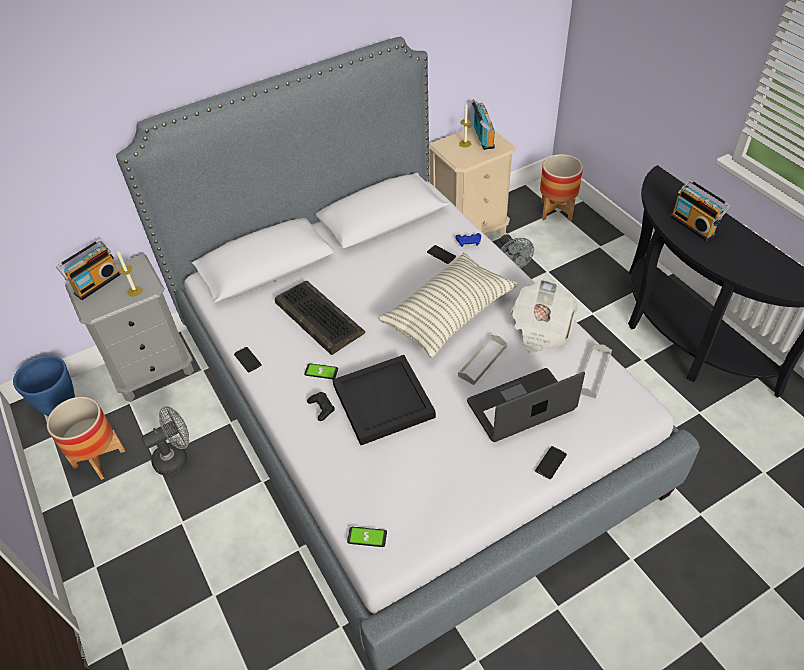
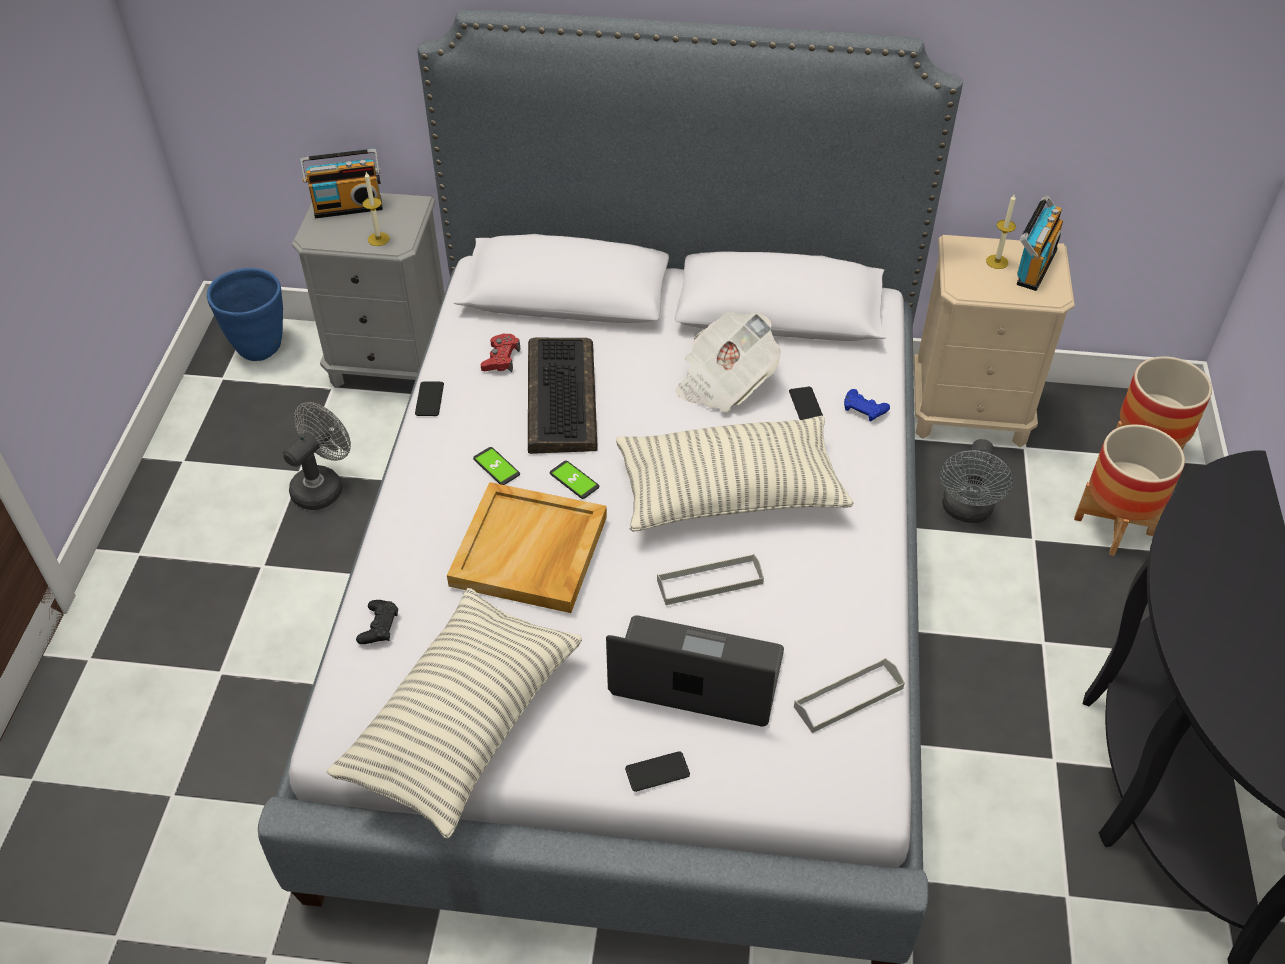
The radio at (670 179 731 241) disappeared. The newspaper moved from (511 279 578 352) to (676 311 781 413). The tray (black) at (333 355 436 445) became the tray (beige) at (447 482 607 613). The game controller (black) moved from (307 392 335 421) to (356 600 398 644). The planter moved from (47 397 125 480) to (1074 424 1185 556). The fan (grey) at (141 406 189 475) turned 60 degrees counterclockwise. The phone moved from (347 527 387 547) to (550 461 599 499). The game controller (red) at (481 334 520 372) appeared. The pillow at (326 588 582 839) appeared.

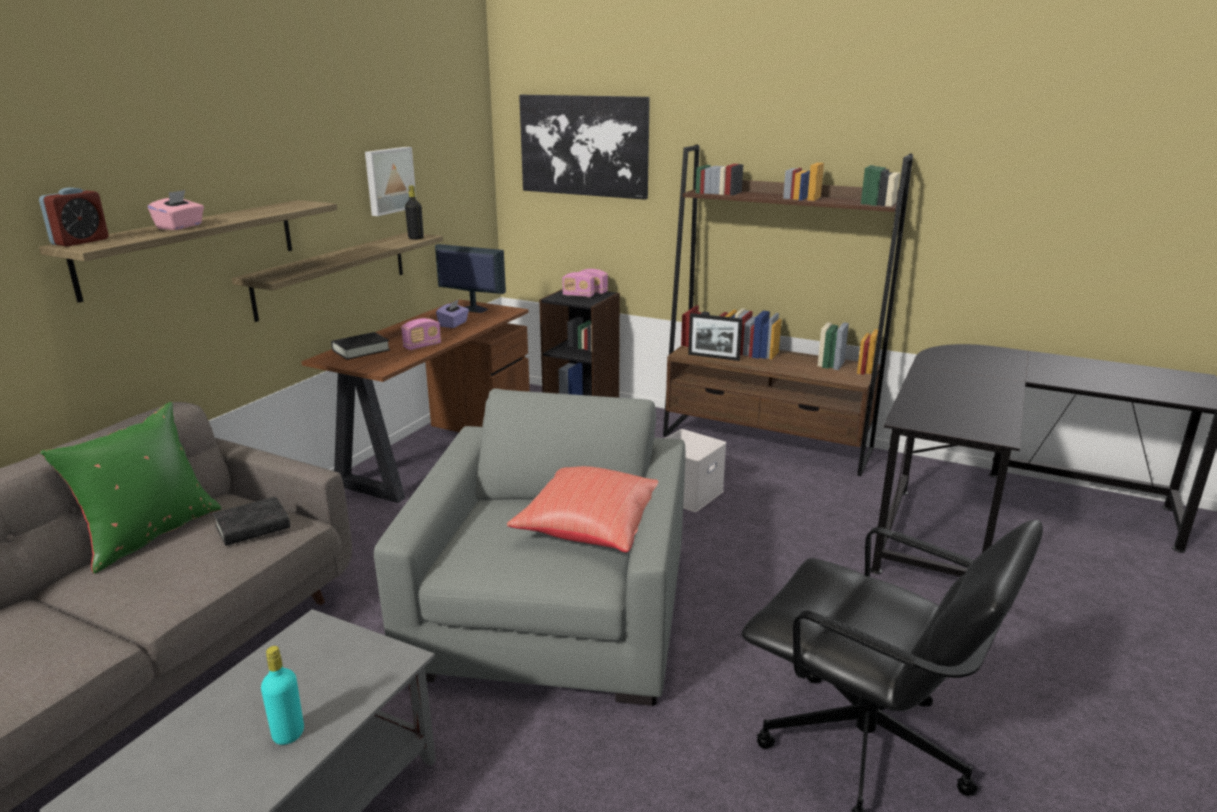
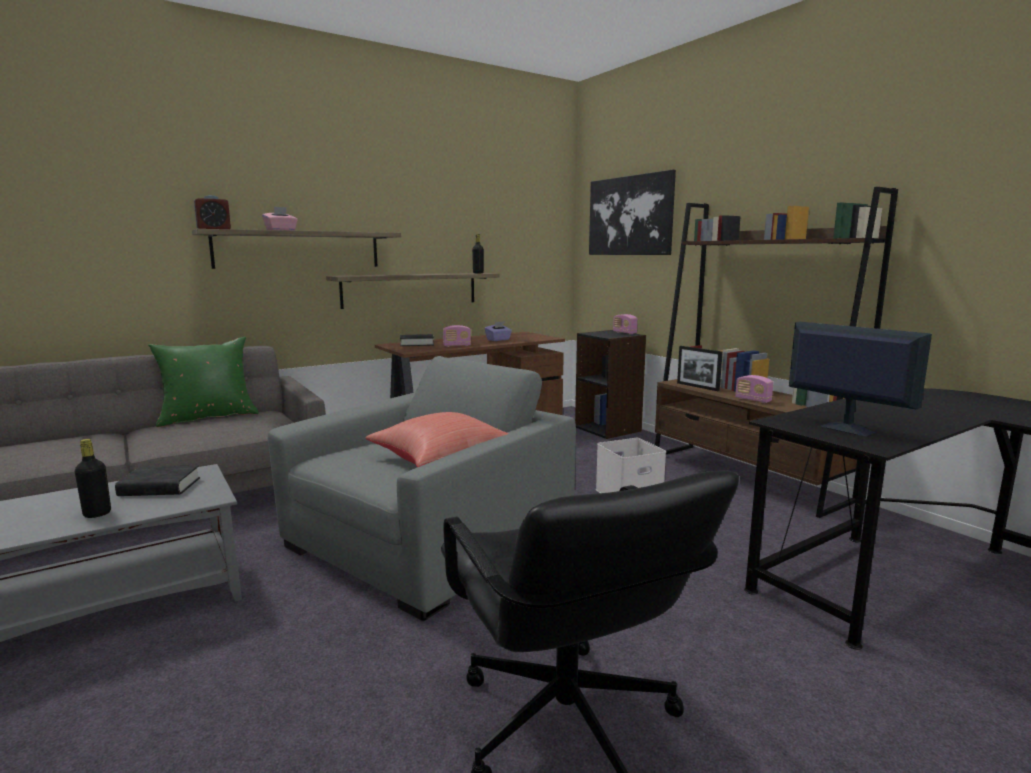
The picture at (365 147 416 216) disappeared. The monitor moved from (435 244 506 313) to (789 322 932 436). The radio moved from (562 272 595 297) to (735 375 773 403). The book (black) moved from (213 496 290 546) to (115 465 200 496). The bottle (turquoise) at (261 646 304 745) became the bottle (black) at (75 439 111 518).

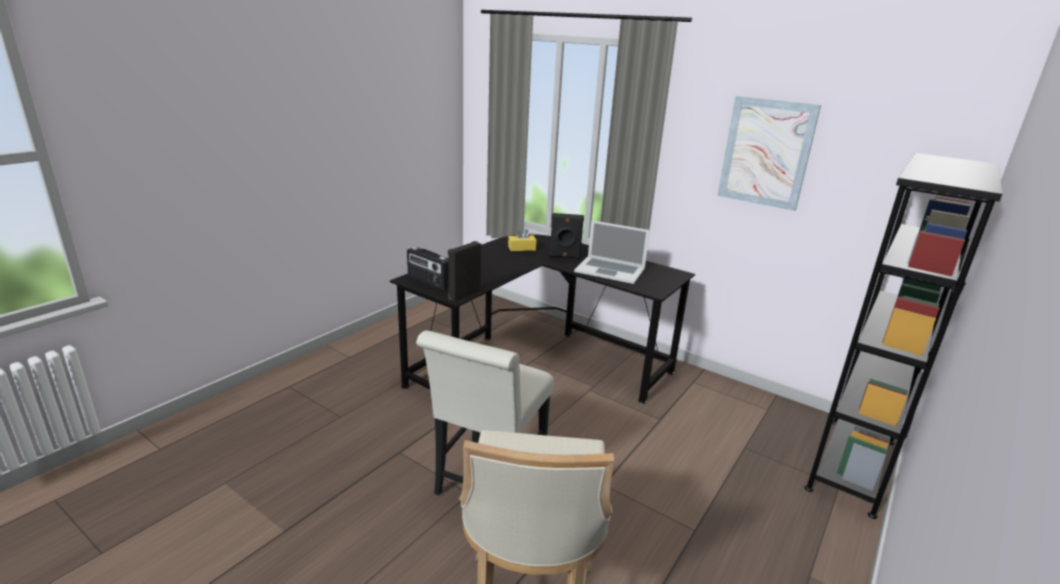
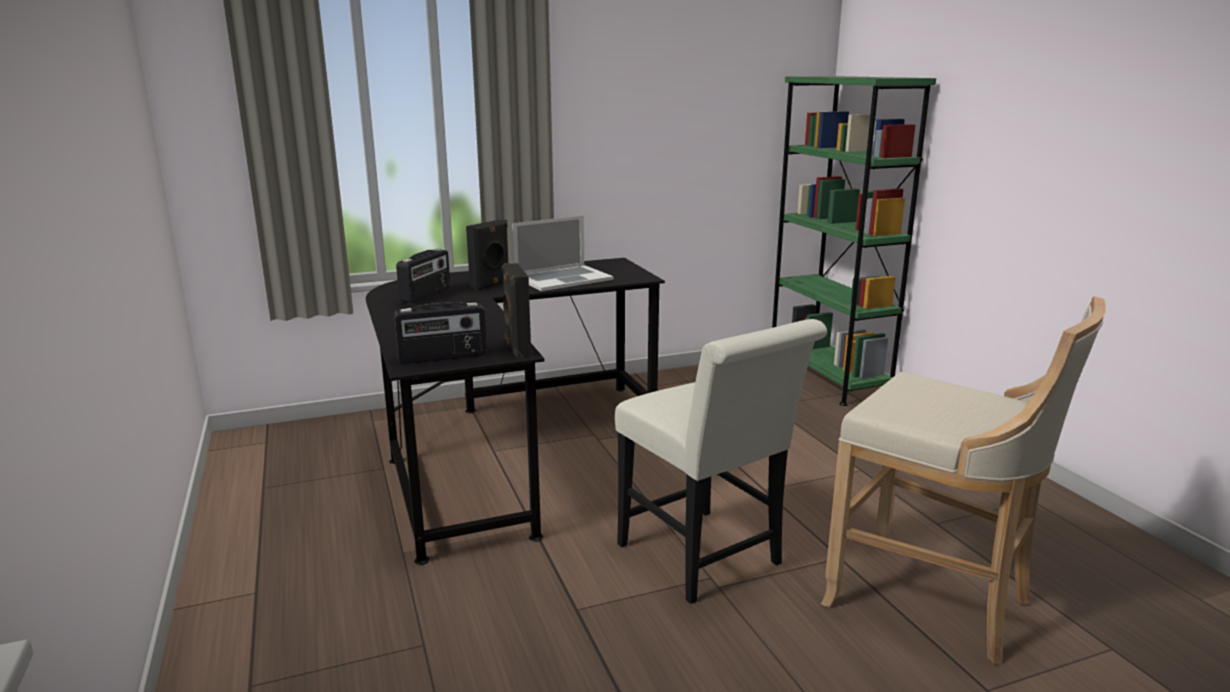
The picture at (718 96 821 211) disappeared. The bookcase (black) at (804 153 1002 519) became the bookcase (green) at (772 76 936 406). The tissue box (yellow) at (508 228 536 251) was replaced by the radio at (396 249 450 304).

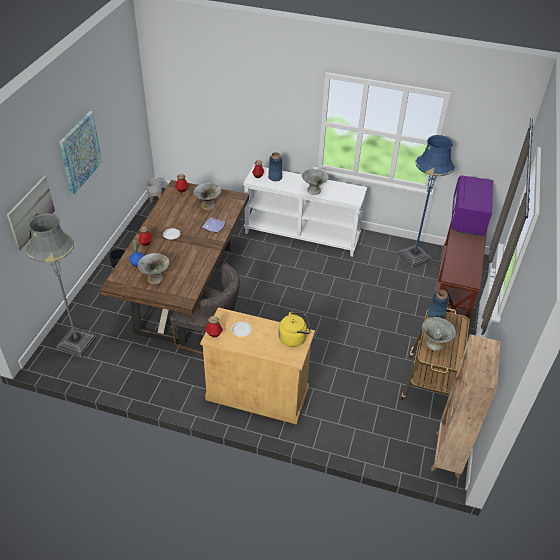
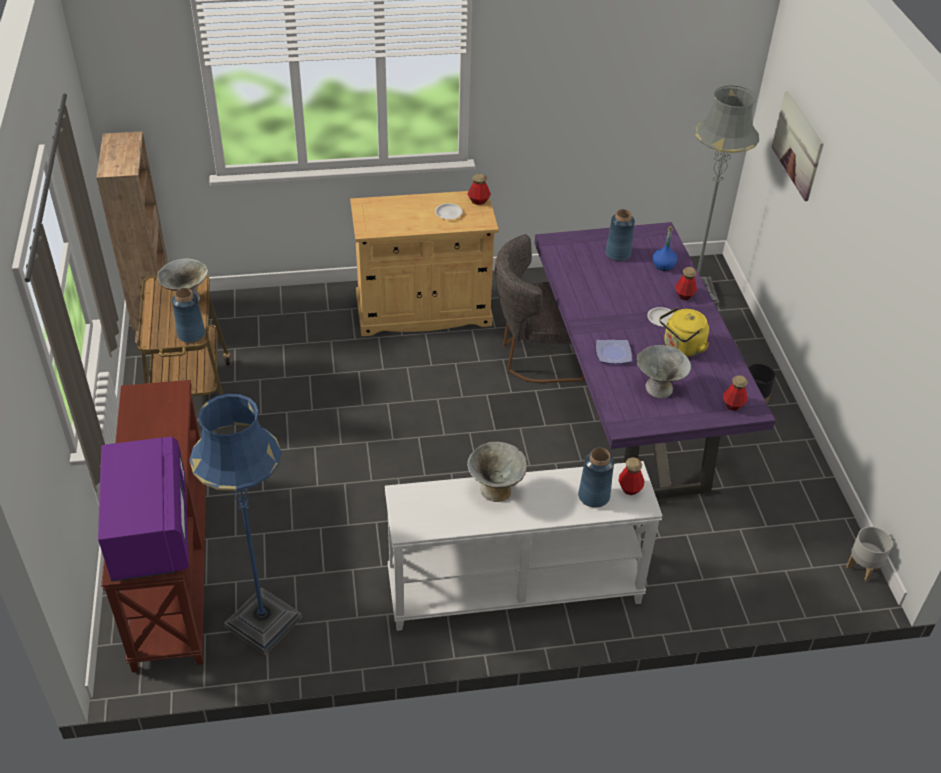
The picture at (59 111 102 194) disappeared. The dining table (brown) at (100 180 249 345) became the dining table (purple) at (535 222 776 499). The bowl (grey) at (138 253 169 284) was replaced by the vase (blue) at (606 209 635 261). The kettle (yellow) moved from (278 312 311 347) to (659 307 710 357).

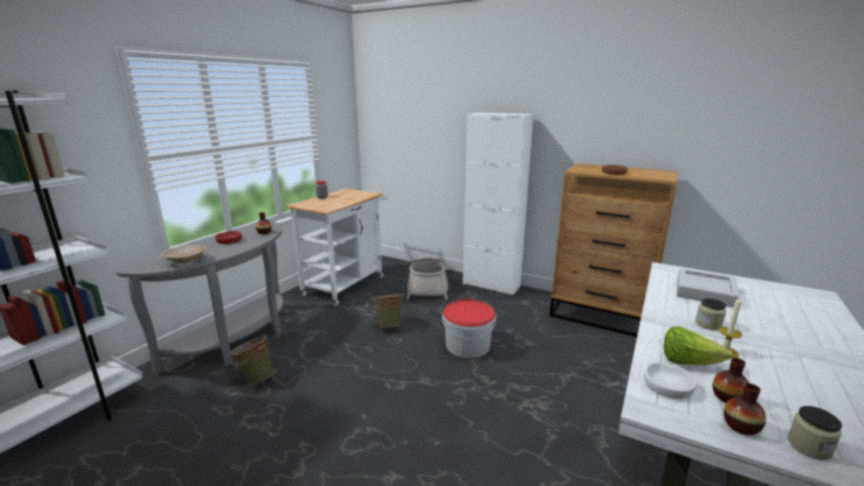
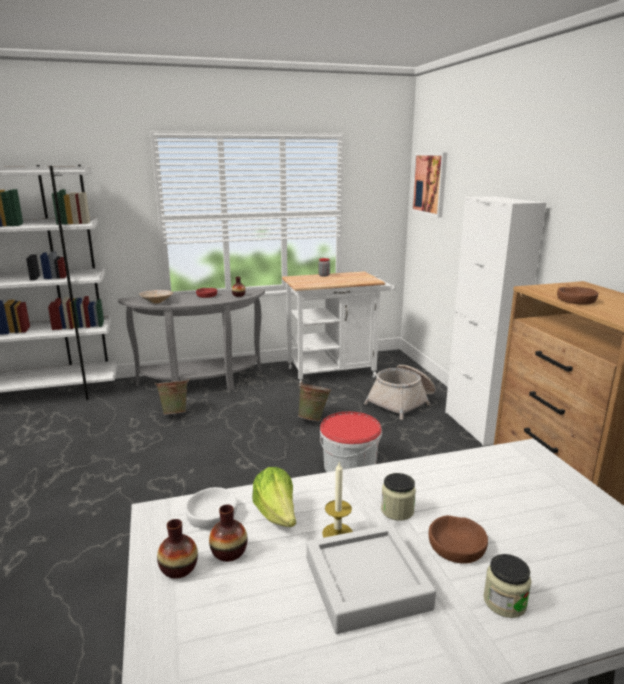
The tray (grey) moved from (677 268 740 308) to (307 524 436 634). The jar moved from (788 406 842 460) to (483 554 532 618). The picture at (411 153 447 217) appeared. The bowl (brown) at (429 515 488 564) appeared.

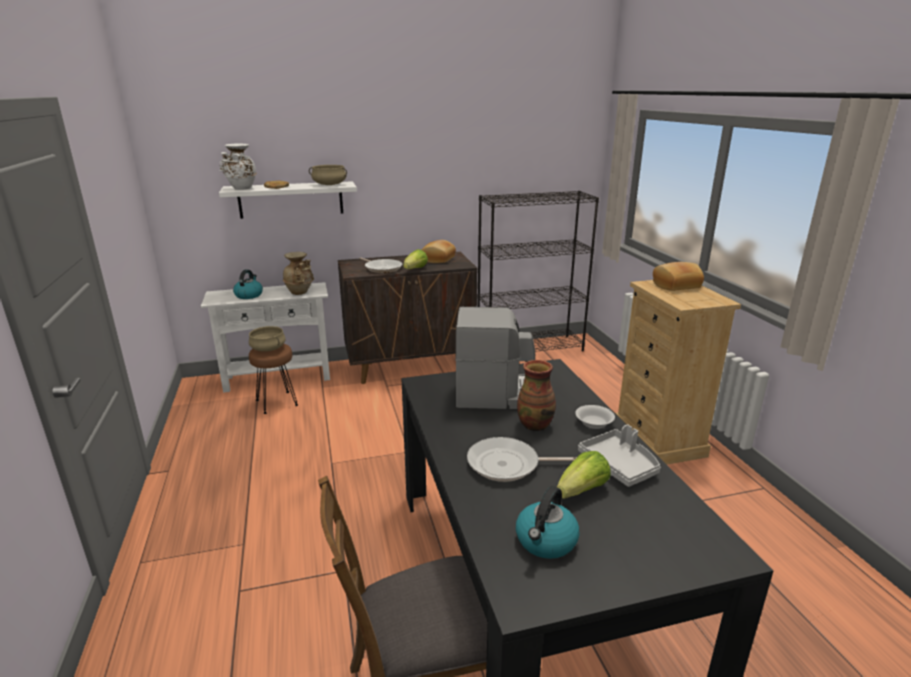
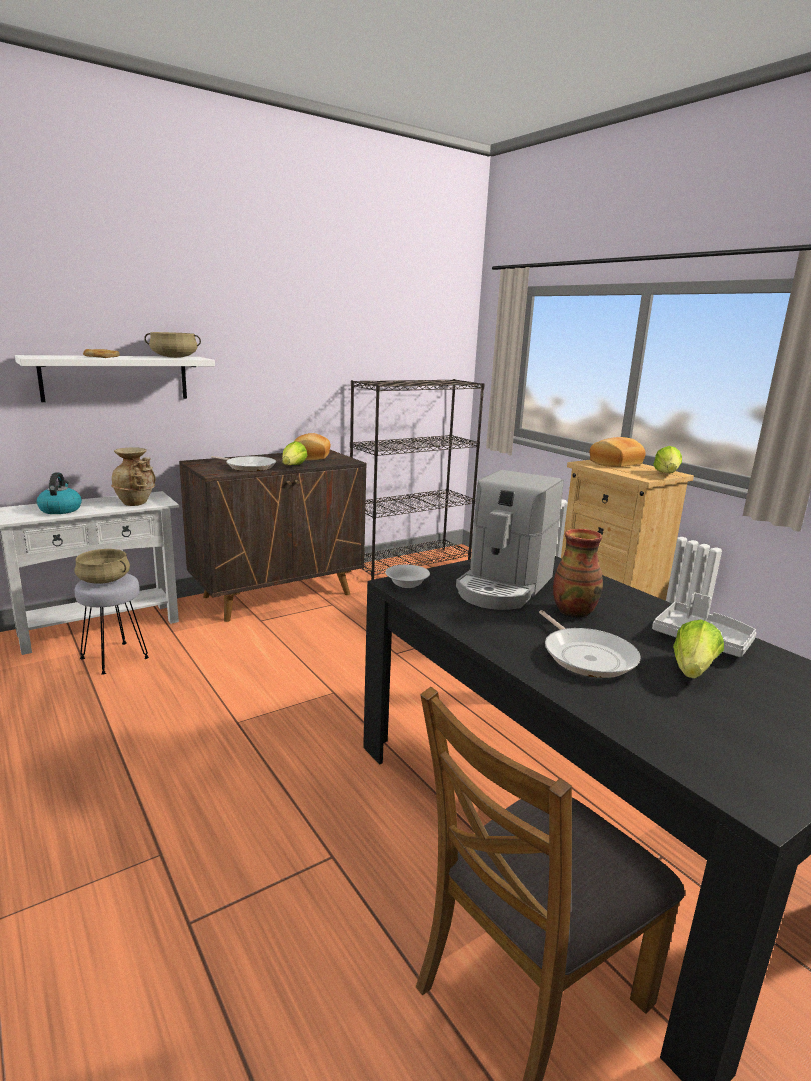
The vase (white) at (219 144 257 190) disappeared. The coffee machine at (455 307 535 409) turned 135 degrees clockwise. The stool (brown) at (249 344 298 414) became the stool (grey) at (75 574 149 675). The bowl (white) moved from (575 405 615 429) to (385 565 430 588). The frying pan at (467 437 577 482) turned 90 degrees counterclockwise. The kettle at (516 486 580 559) disappeared. The lettuce at (653 446 682 473) appeared.

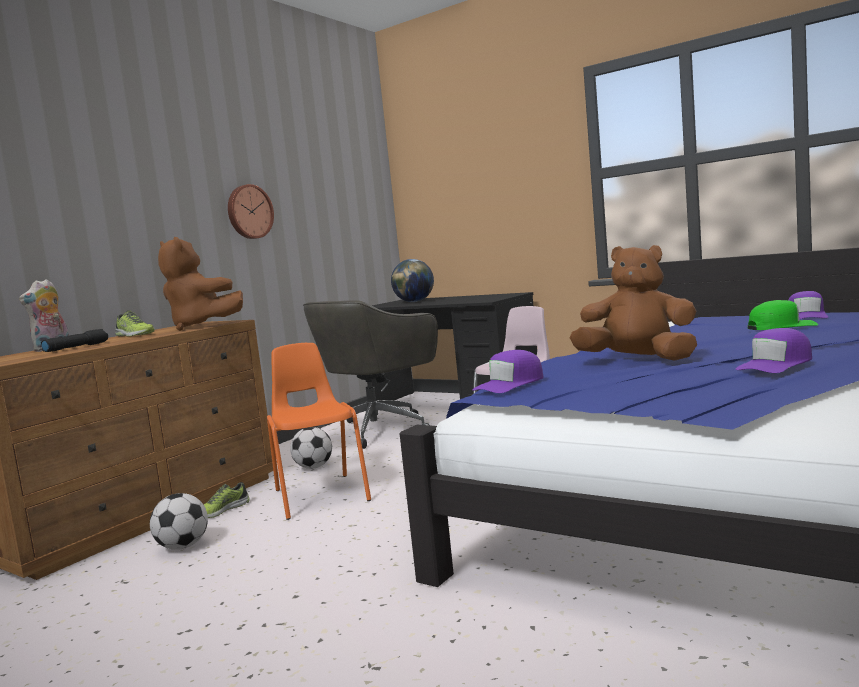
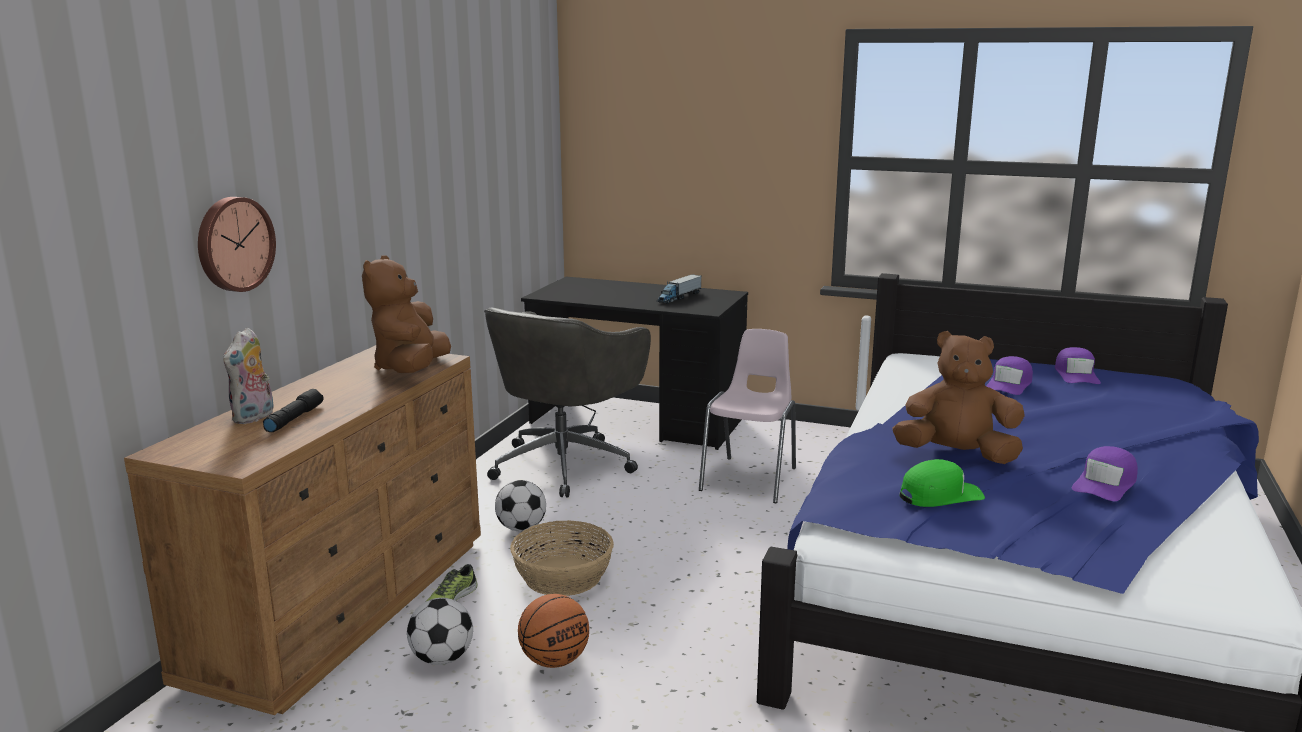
The wall clock moved from (228 184 274 239) to (198 197 276 292). The plush toy (brown) at (158 237 243 331) turned 75 degrees clockwise. The globe at (391 259 434 302) disappeared. The cap (green) moved from (748 300 818 330) to (899 459 985 507). The shoe at (115 310 155 337) disappeared. The chair (orange) at (267 343 371 520) was replaced by the basket at (510 520 614 596). The cap (purple) moved from (472 350 544 393) to (986 356 1033 395). The toy truck at (657 274 701 304) appeared. The basketball at (518 594 589 668) appeared.

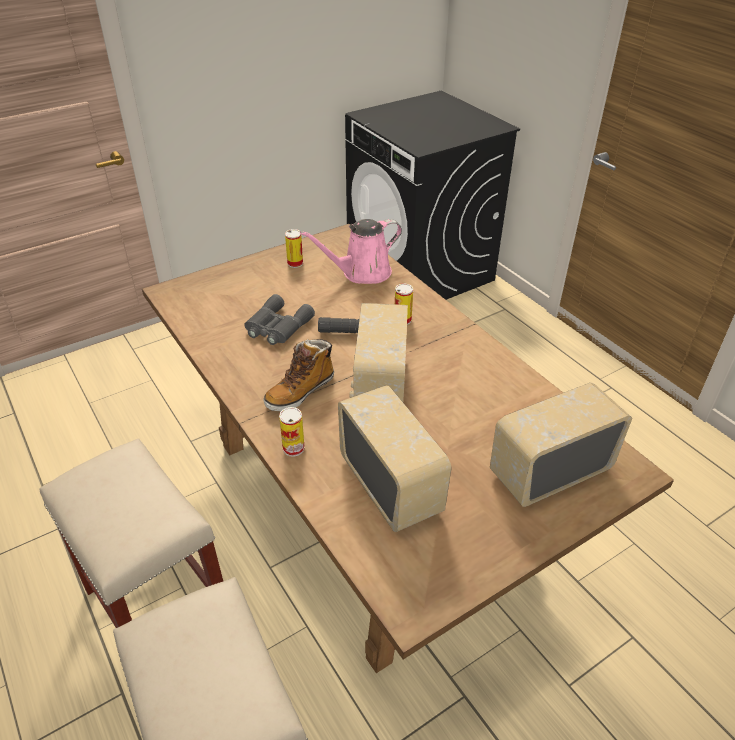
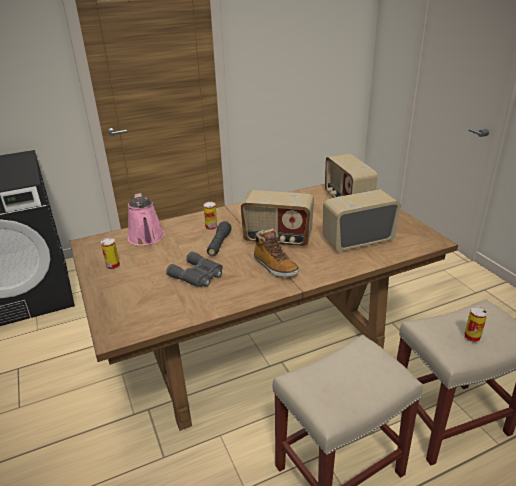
The can moved from (279 407 305 457) to (464 306 488 343).

